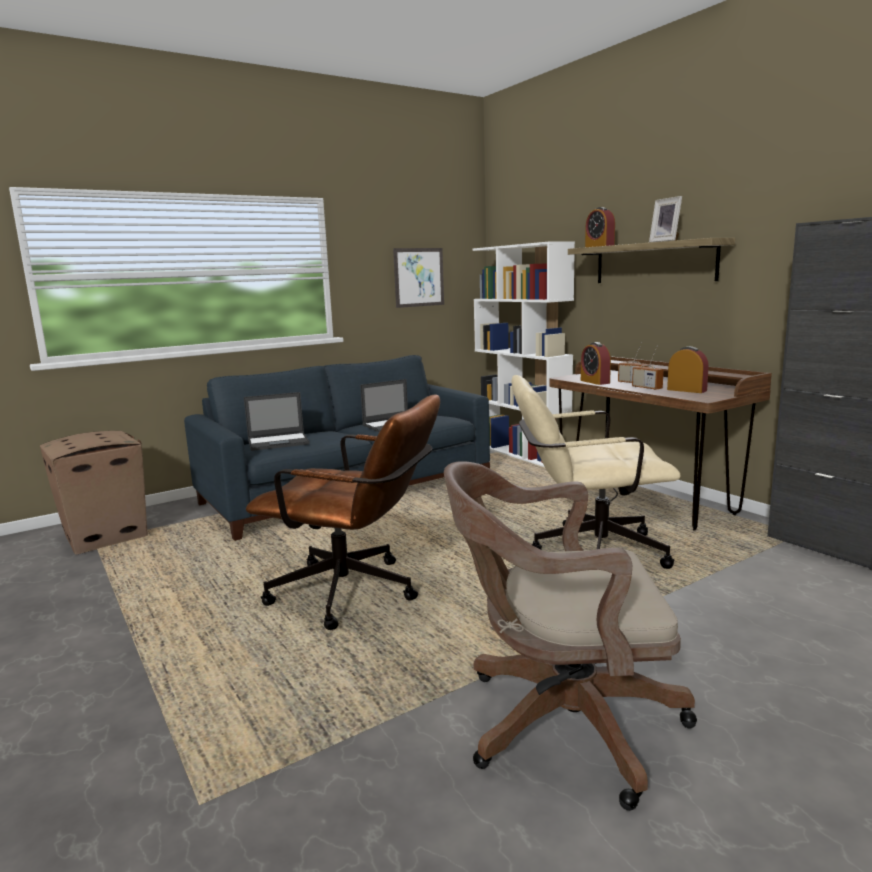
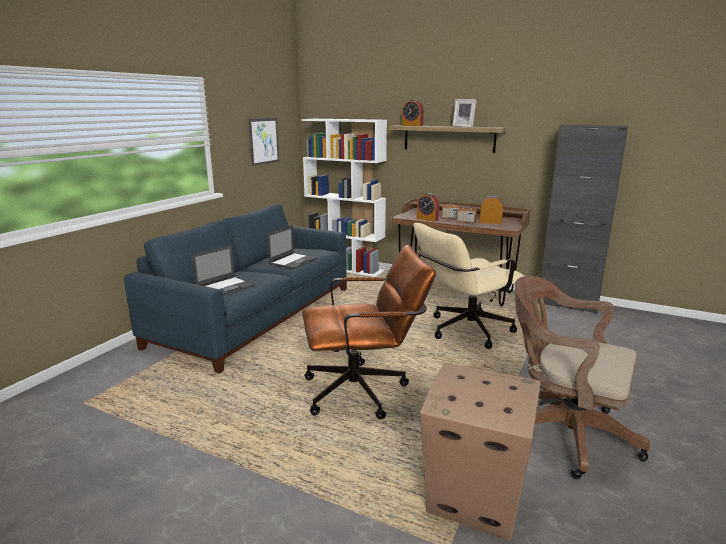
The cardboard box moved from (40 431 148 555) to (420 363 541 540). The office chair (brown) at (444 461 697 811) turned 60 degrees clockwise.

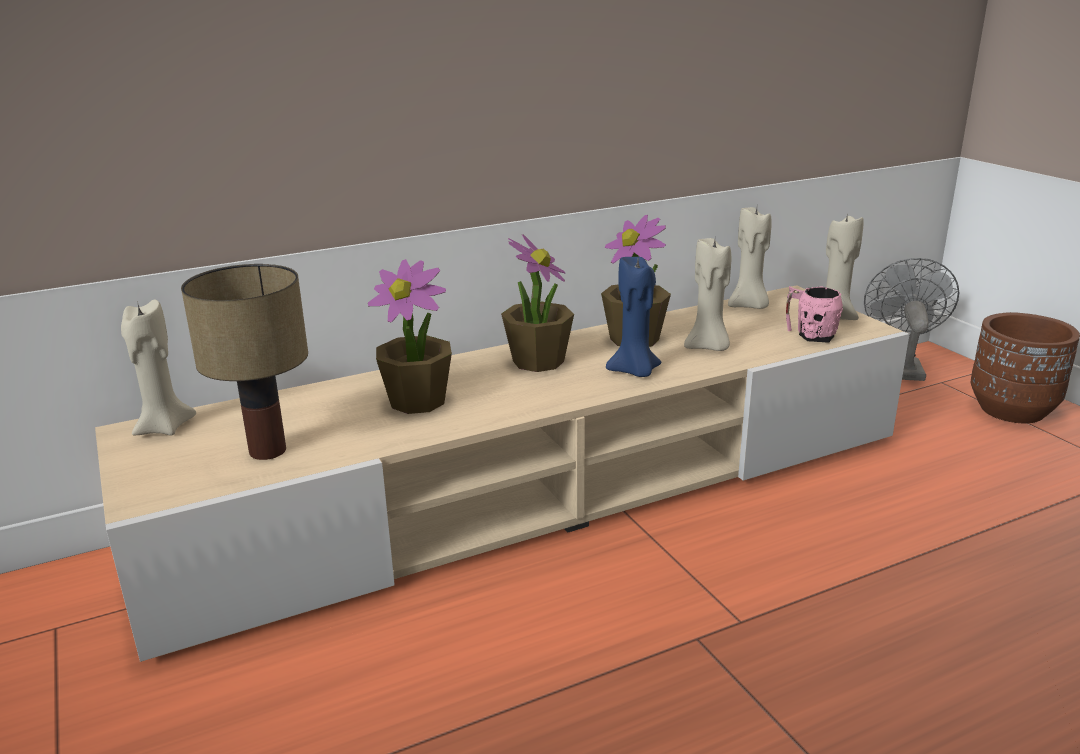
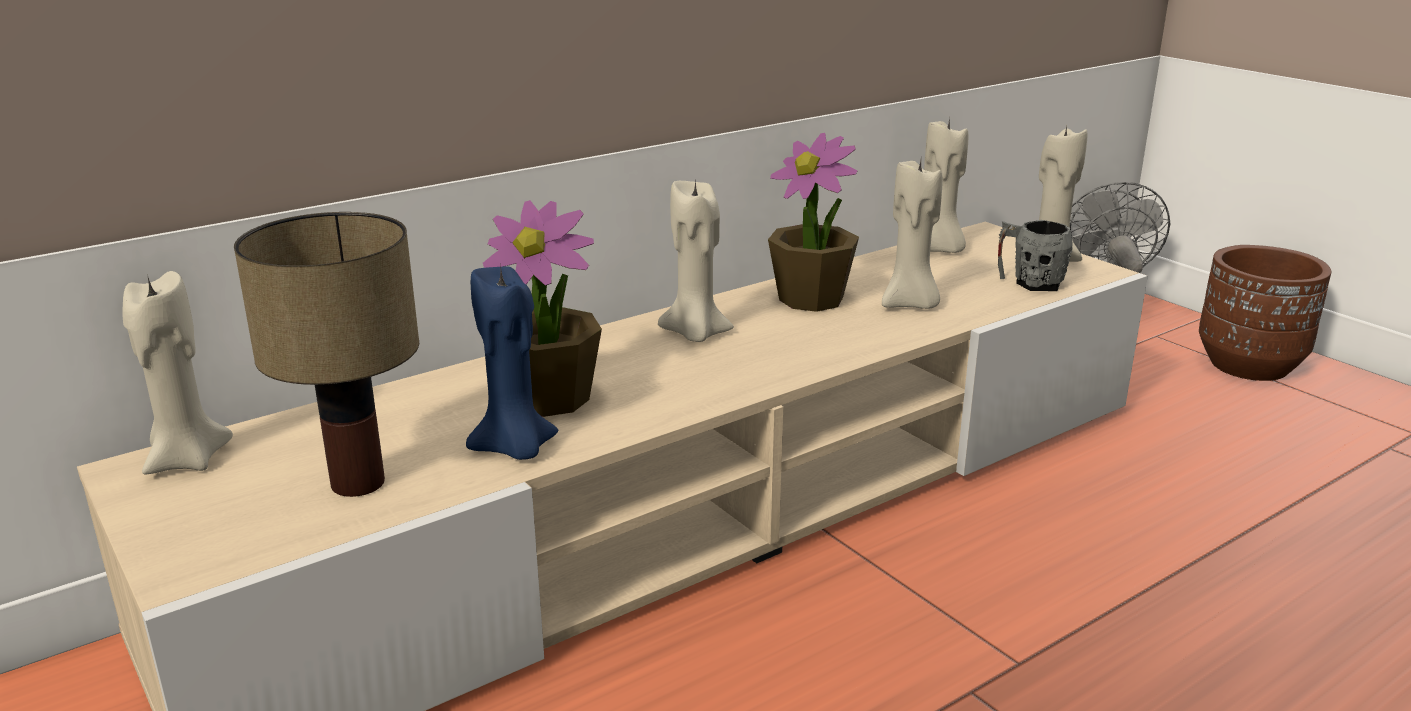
The potted plant at (501 234 574 372) was replaced by the candle (beige) at (658 178 734 342). The candle (blue) moved from (606 257 661 377) to (466 266 558 460). The mug (pink) at (786 286 843 343) became the mug (grey) at (998 220 1073 291).

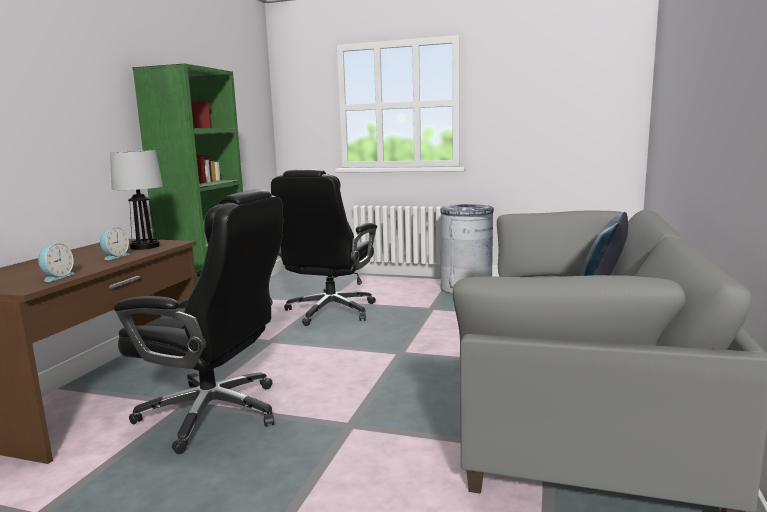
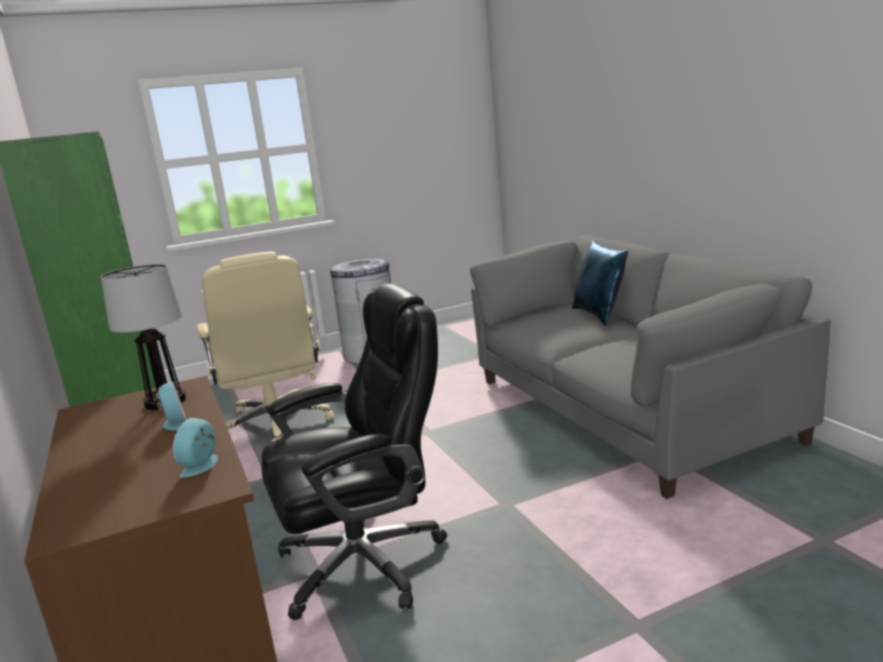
The office chair (black) at (271 169 377 326) became the office chair (beige) at (196 251 335 442). The alarm clock at (38 243 75 282) turned 135 degrees counterclockwise.

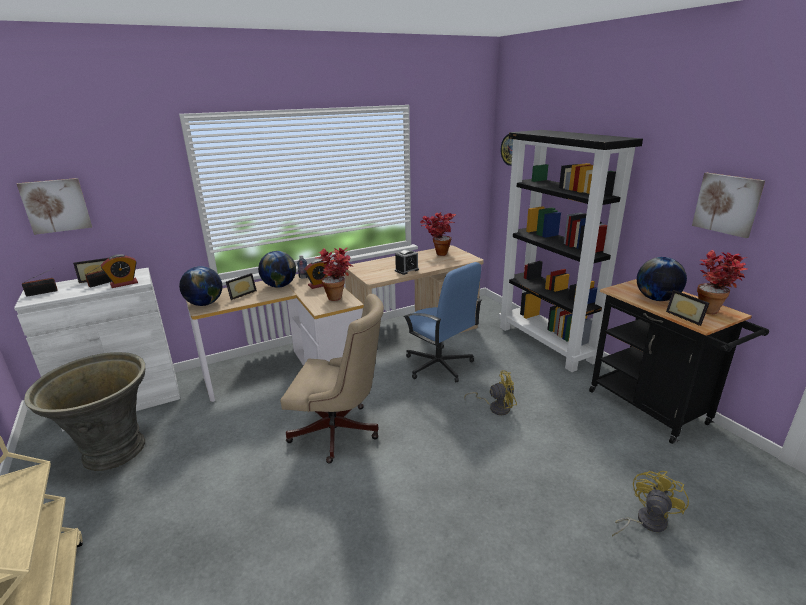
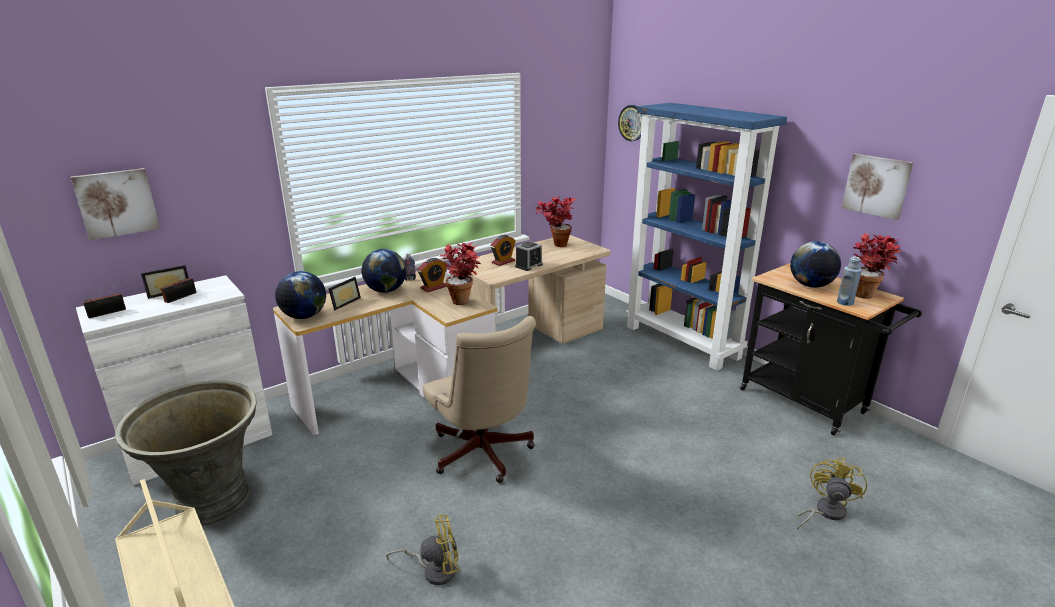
The bookcase (black) at (498 130 643 372) became the bookcase (blue) at (625 103 787 371). The alarm clock moved from (101 254 138 288) to (491 235 516 266). The office chair (blue) at (403 262 482 382) disappeared. The picture frame at (666 290 709 326) was replaced by the bottle (blue) at (837 256 862 306). The office chair (beige) at (280 294 384 464) turned 60 degrees clockwise. The fan (yellow) moved from (464 370 517 415) to (386 514 460 585).

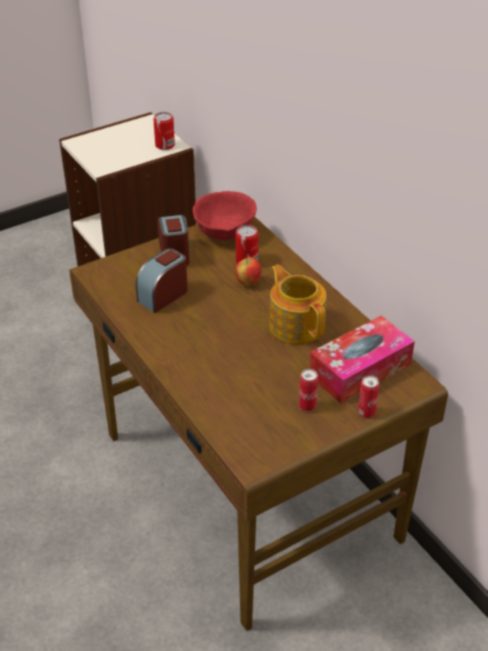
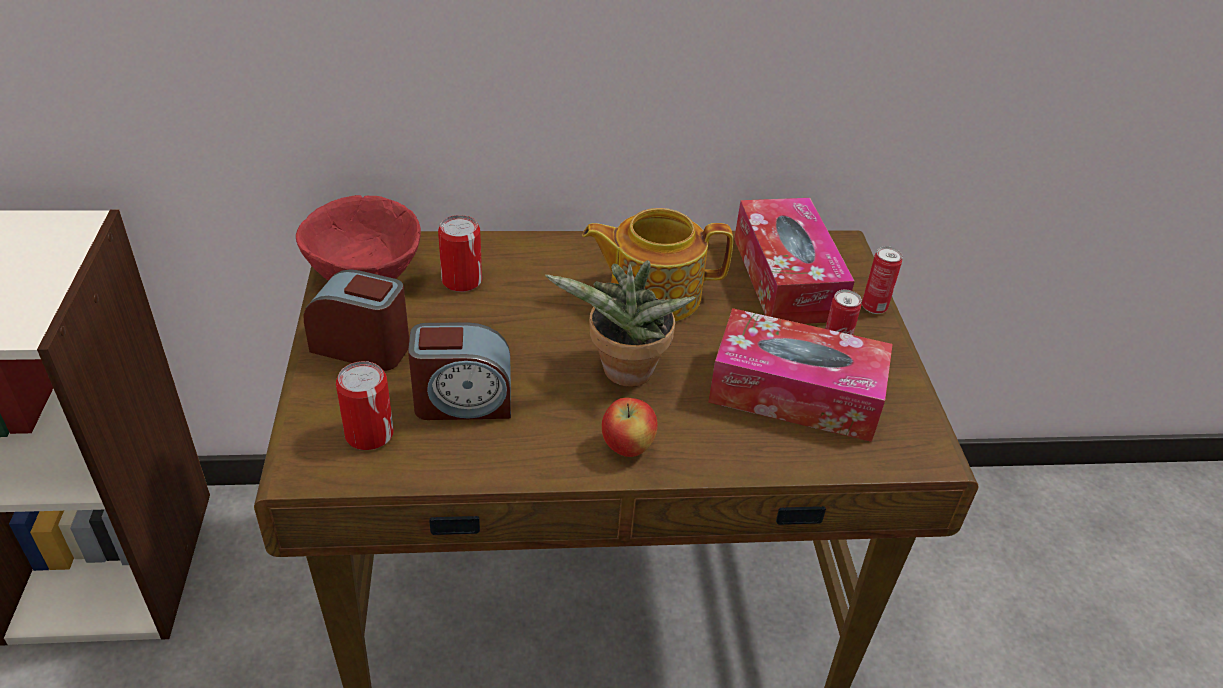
The can moved from (153 112 175 150) to (336 361 394 450). The alarm clock at (136 248 188 313) turned 75 degrees counterclockwise. The apple moved from (235 257 262 286) to (601 398 658 457). The potted plant at (545 260 696 387) appeared. The tissue box at (708 308 893 442) appeared.

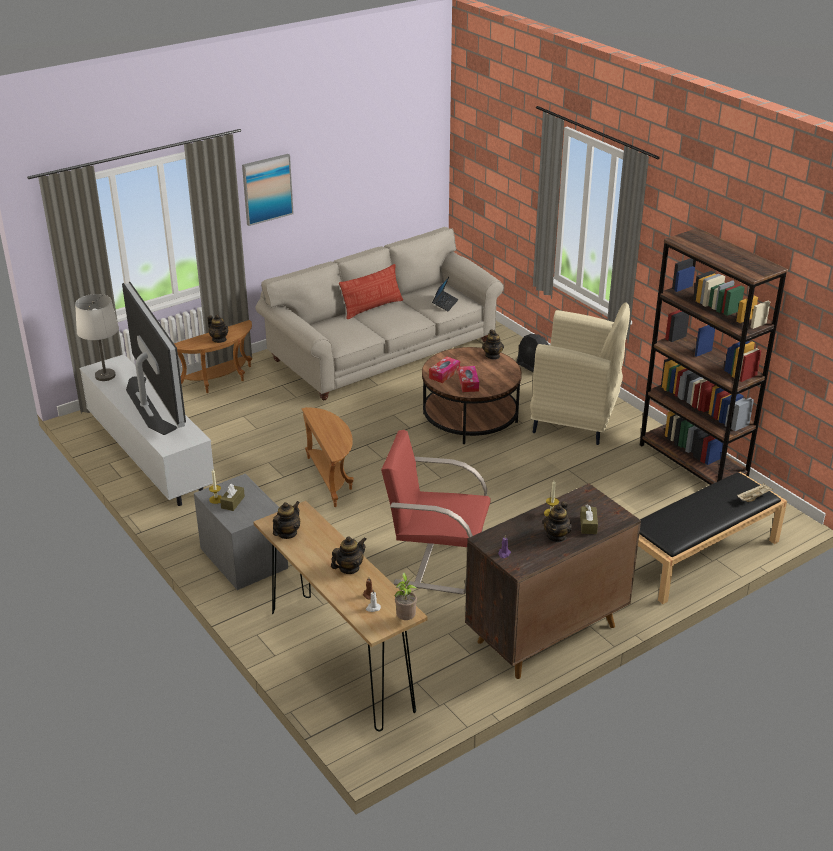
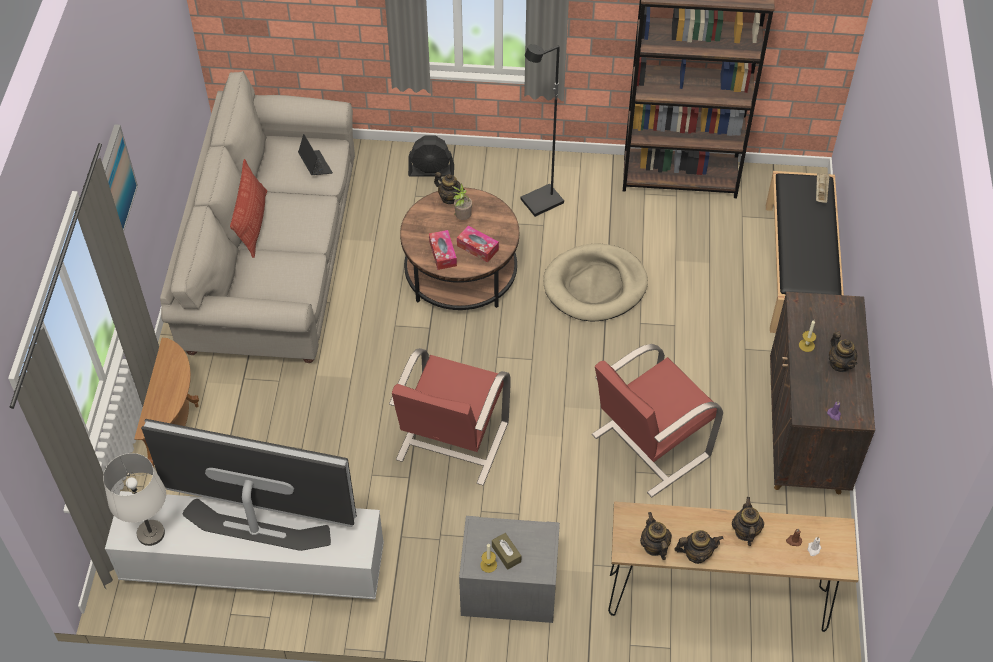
The armchair (beige) at (530 302 630 445) was replaced by the floor lamp (black) at (521 44 564 217). The teapot moved from (208 315 228 343) to (674 530 724 564). The side table (brown) at (301 407 354 507) was replaced by the armchair (red) at (389 348 511 485). The tissue box (brown) at (580 505 598 534) disappeared. The potted plant moved from (394 572 418 620) to (452 184 472 220). The dog bed (beige) at (543 244 648 321) appeared.

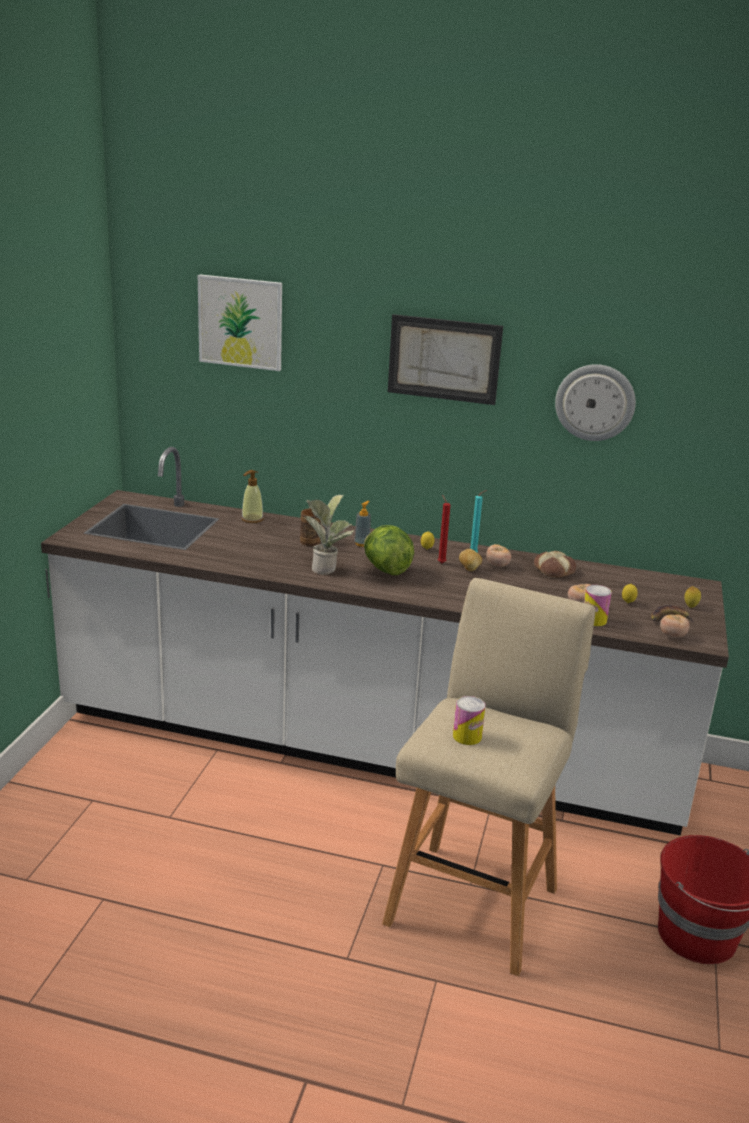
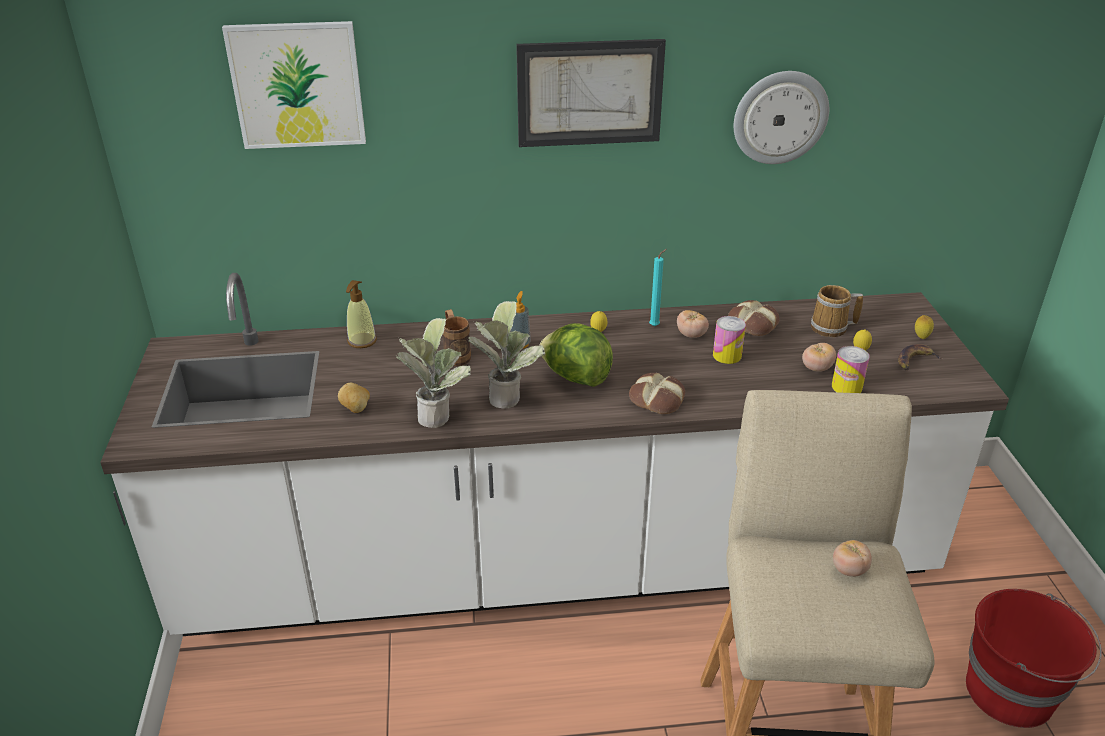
The candle (red) at (438 495 451 563) disappeared. The potato moved from (459 549 482 571) to (338 383 370 413). The tomato moved from (660 614 690 638) to (833 540 872 577). The can moved from (453 696 485 745) to (713 316 746 364). The mug at (811 285 863 337) appeared. The potted plant at (396 318 471 428) appeared. The bread at (629 373 685 414) appeared.

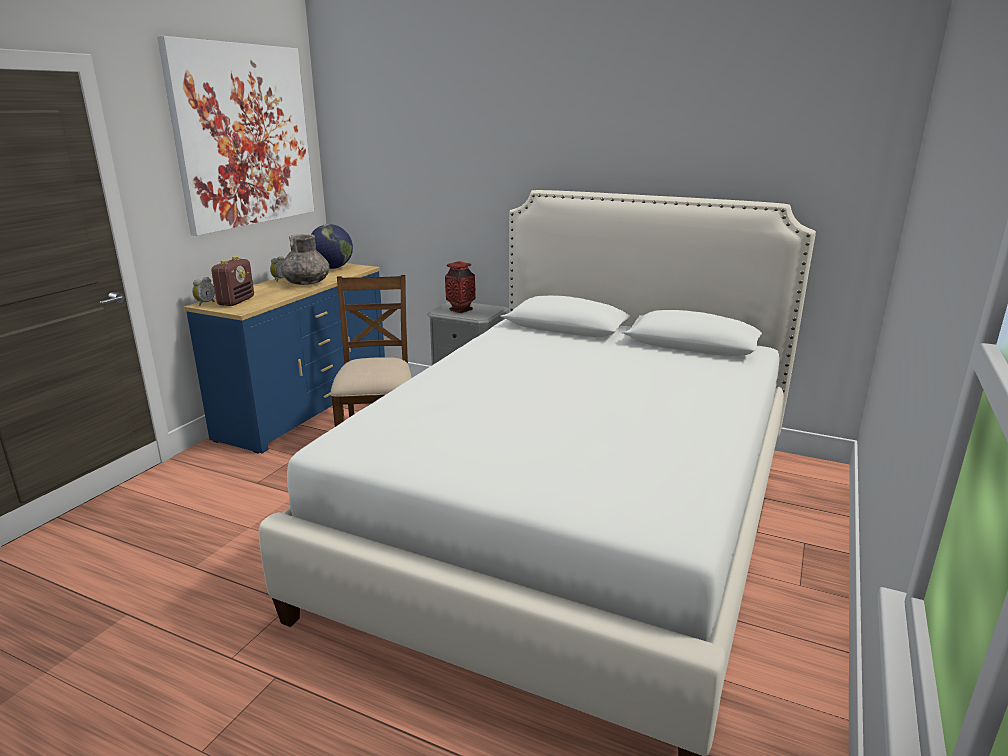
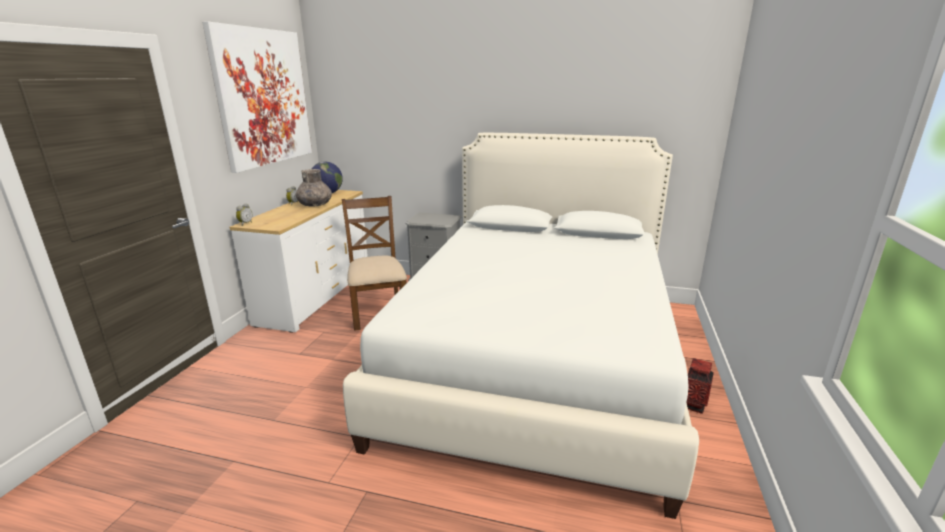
The radio at (211 256 254 306) disappeared. The vase moved from (445 261 476 313) to (686 358 714 414). The dresser (blue) at (184 263 385 453) became the dresser (white) at (230 190 368 333).

